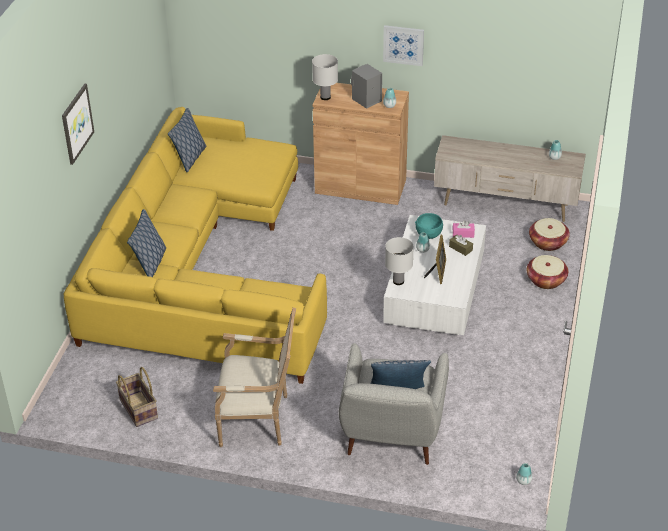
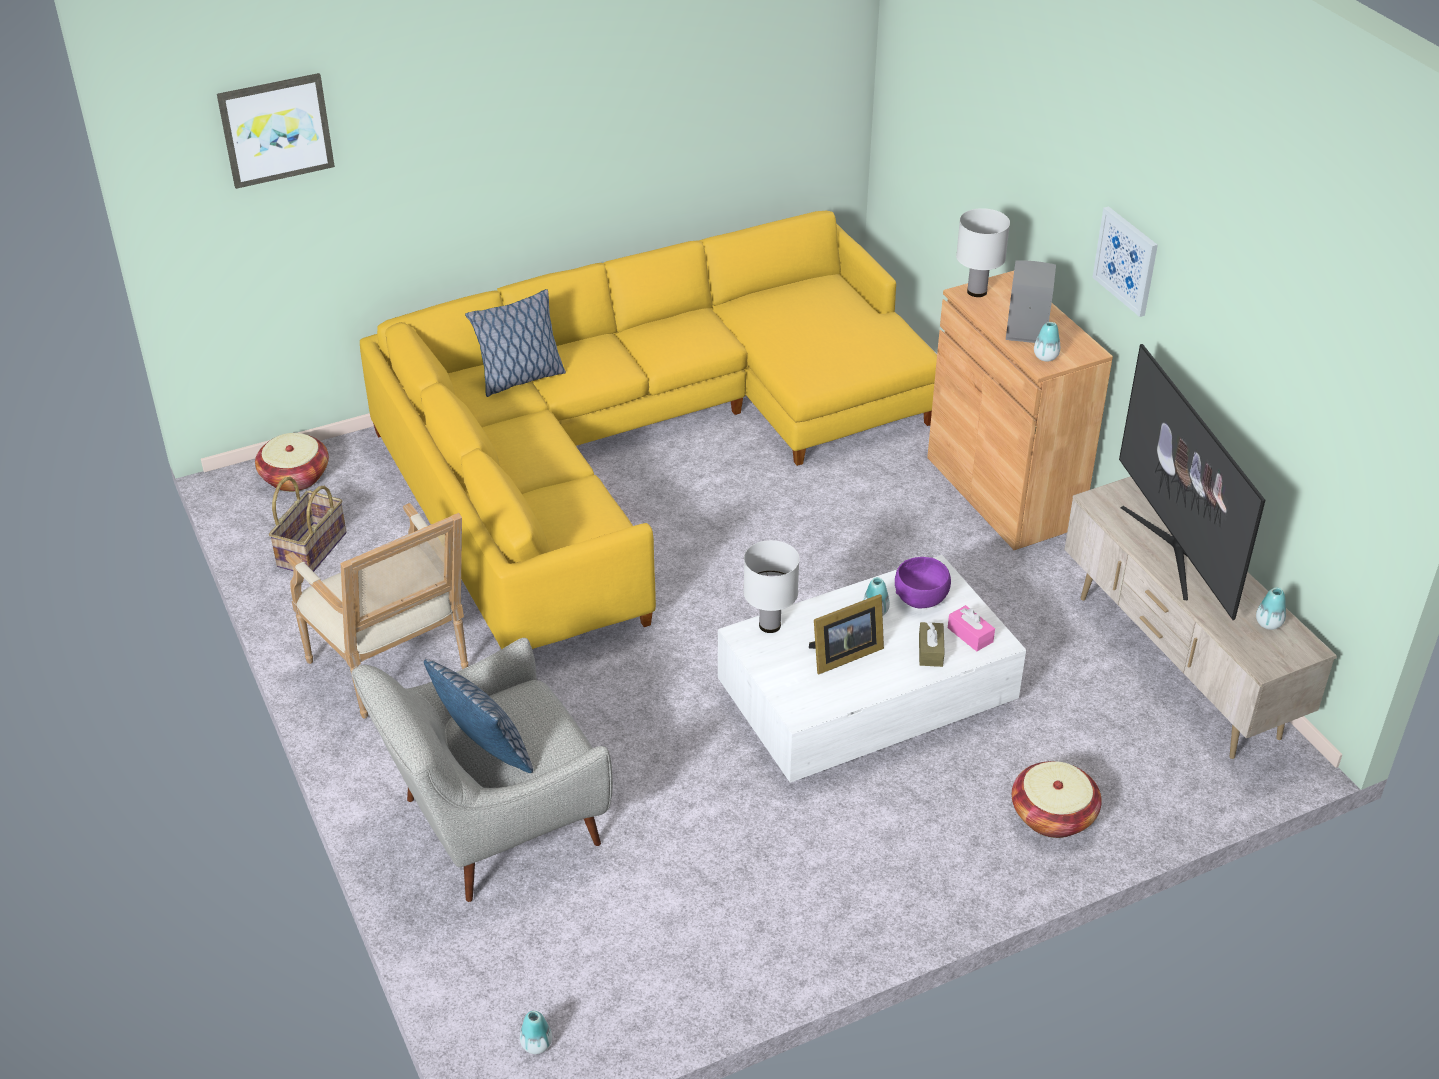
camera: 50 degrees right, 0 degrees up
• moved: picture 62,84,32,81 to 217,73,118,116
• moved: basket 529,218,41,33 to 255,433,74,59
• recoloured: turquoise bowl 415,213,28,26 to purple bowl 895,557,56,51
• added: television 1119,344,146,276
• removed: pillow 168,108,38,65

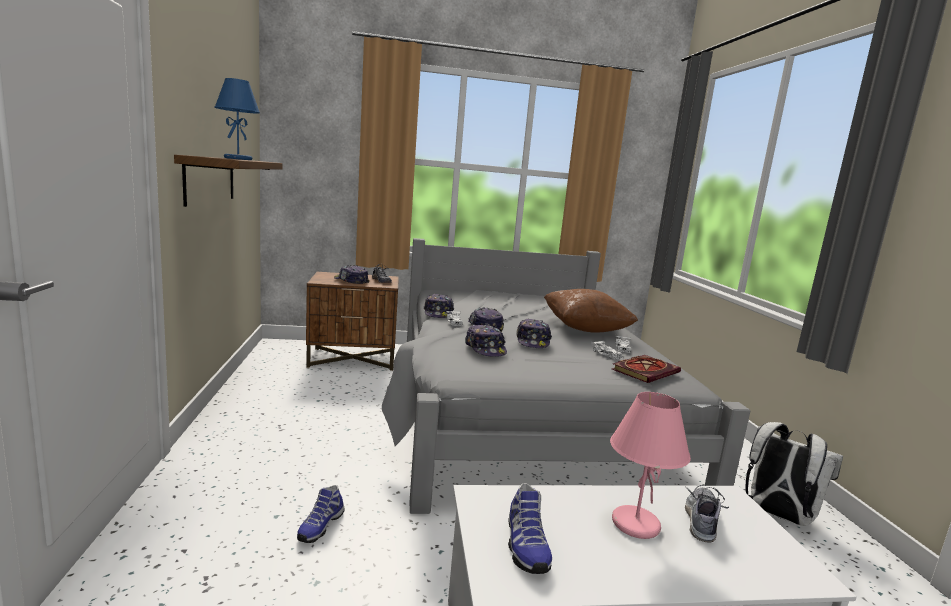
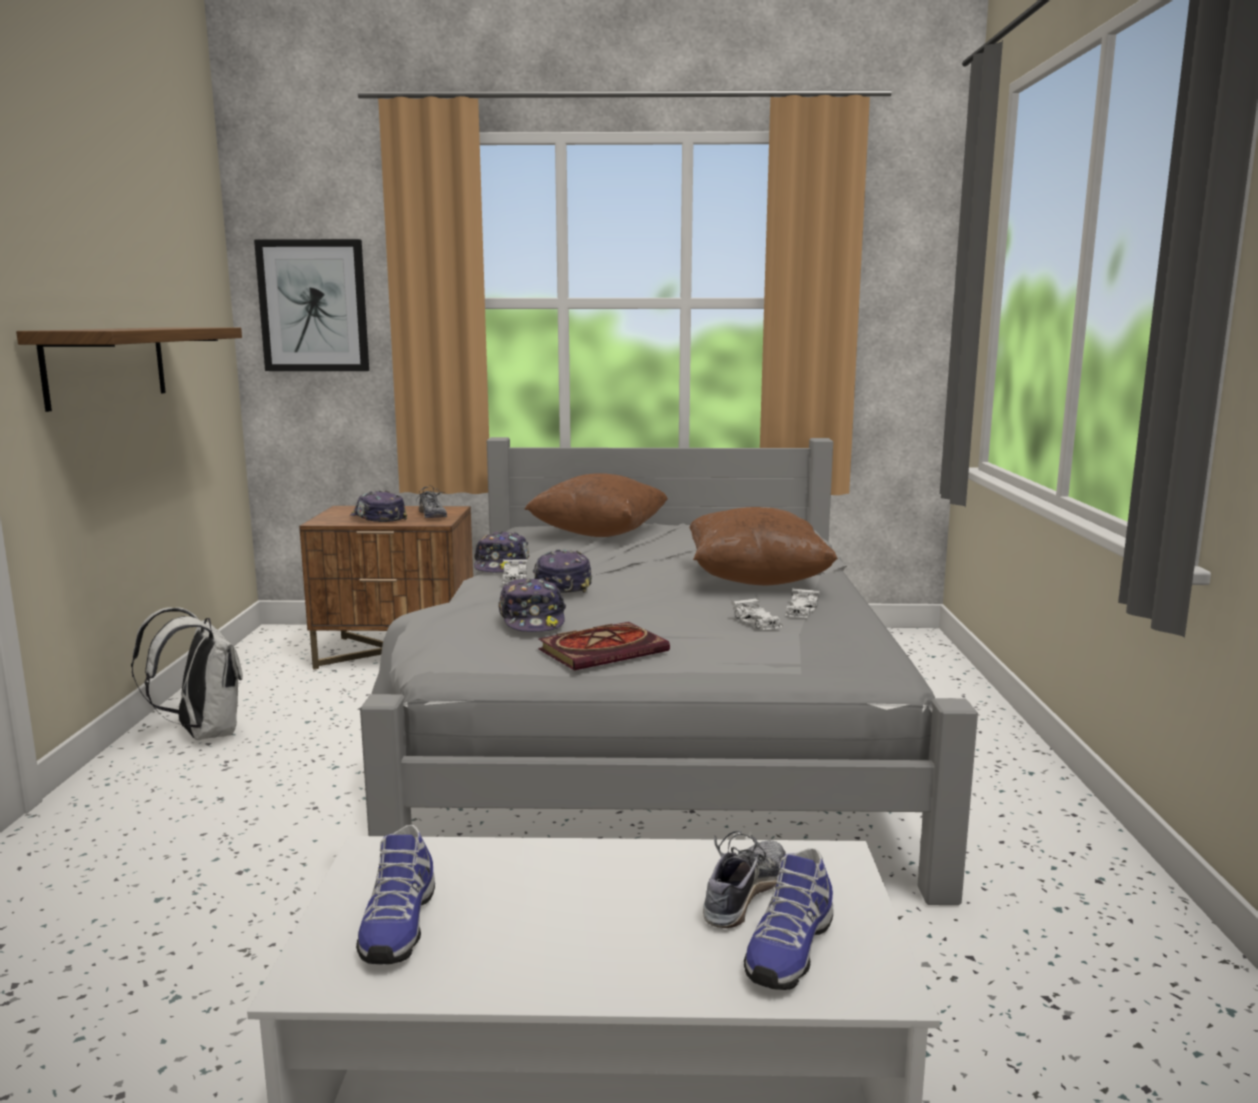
camera: 10 degrees right, 0 degrees up
• moved: white backpack 745,422,98,104 to 131,607,112,133
• added: picture 254,239,115,132
• added: brown pillow 524,473,144,64
• moved: book 612,355,69,28 to 538,622,132,48
• moved: shoe 297,485,48,58 to 744,848,89,142
• removed: blue table lamp 214,78,46,82
• removed: cap 517,319,35,29
• removed: pink table lamp 610,392,81,147

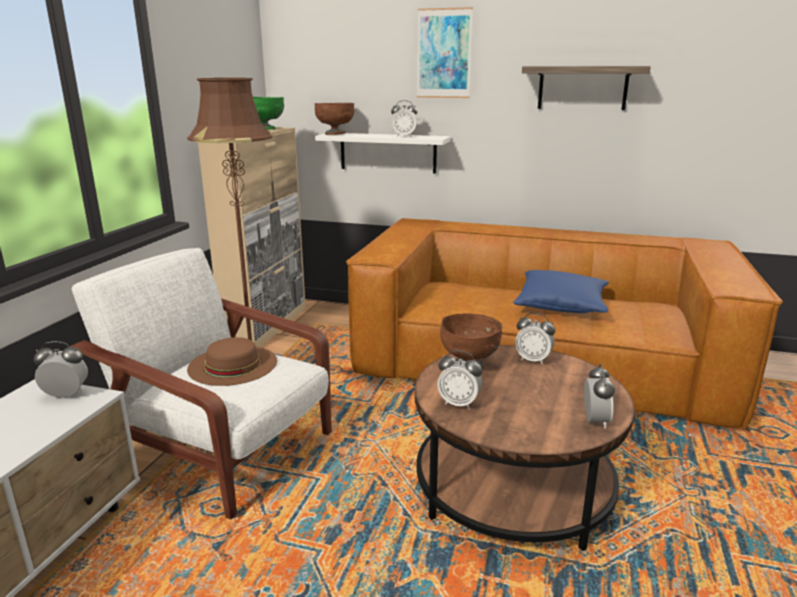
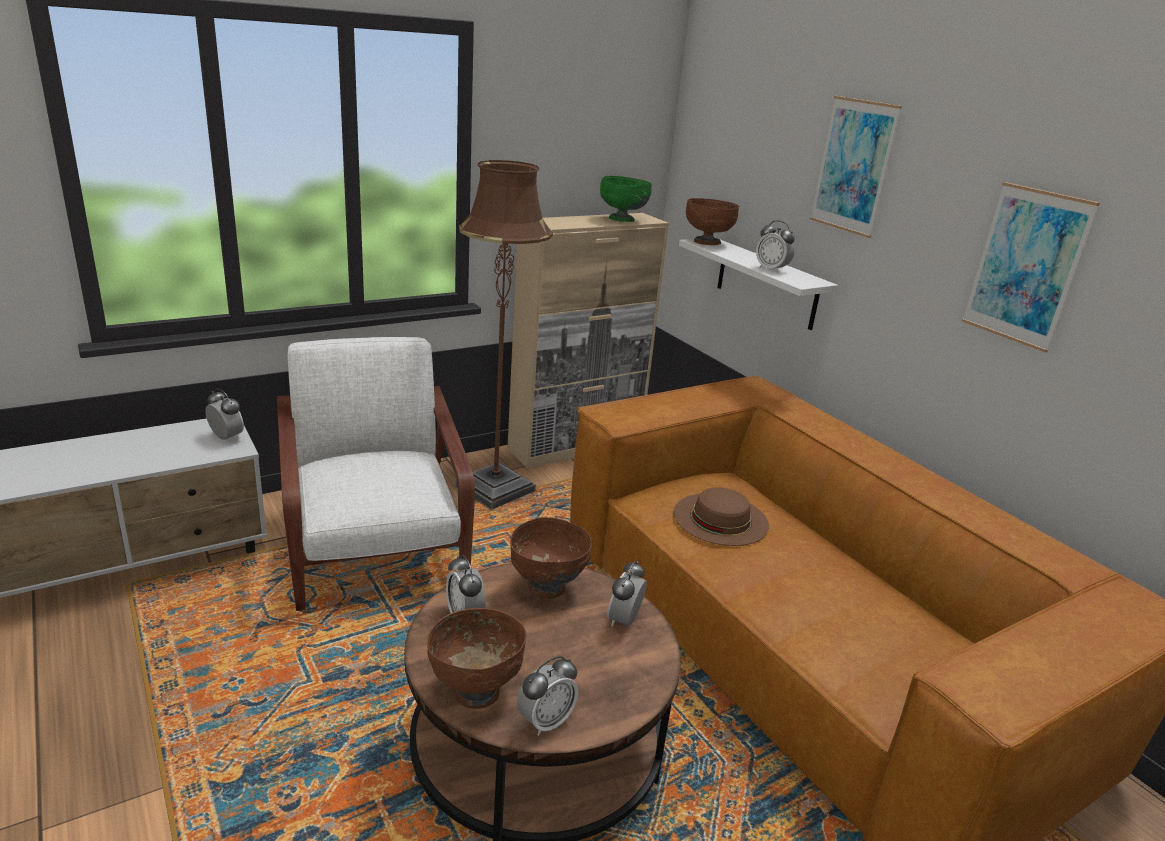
camera: 40 degrees right, 5 degrees up
• added: brown bowl 427,608,100,101
• turned: alarm clock 515,313,40,52 = 607,561,40,66 45 degrees clockwise
• moved: brown hat 187,337,90,49 to 674,487,95,59
• replaced: shelf 522,66,129,44 to picture 962,182,138,171
• removed: blue pillow 513,270,96,43

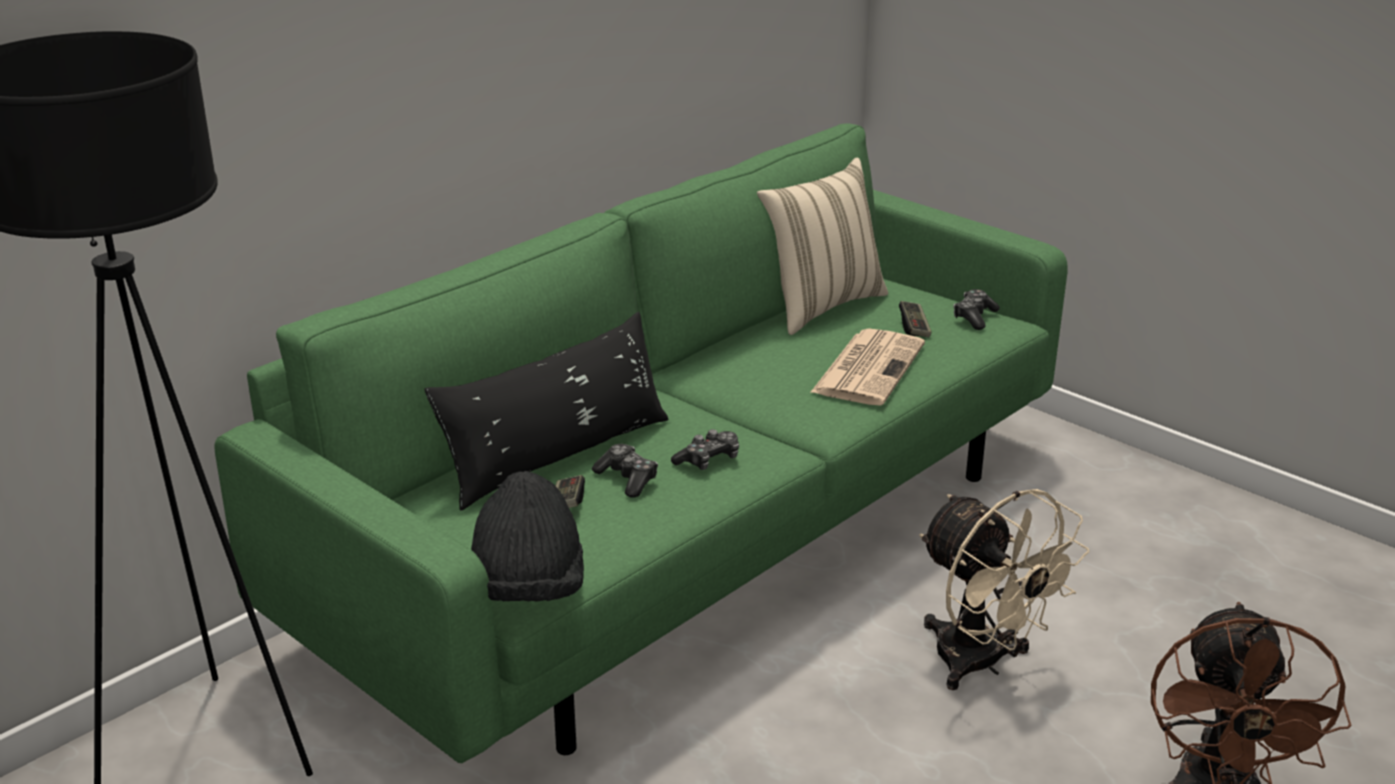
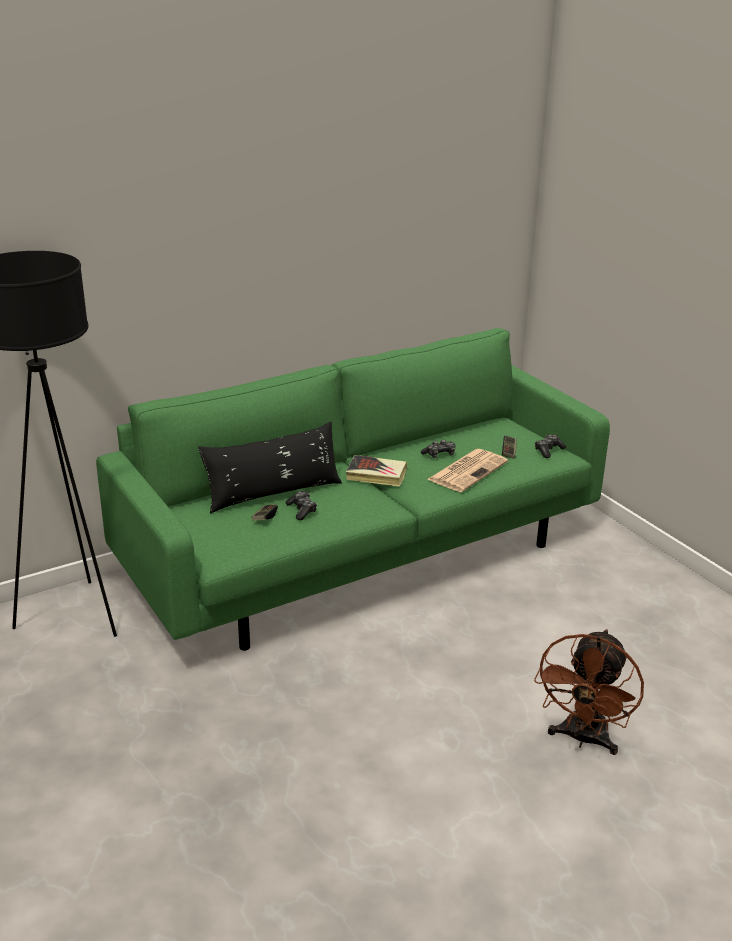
camera: 15 degrees right, 0 degrees up
• added: book 346,455,61,32
• moved: game controller 671,429,68,41 to 421,440,34,18
• removed: black hat 471,471,113,131
• removed: beige pillow 757,158,131,177
• removed: beige fan 919,489,170,201

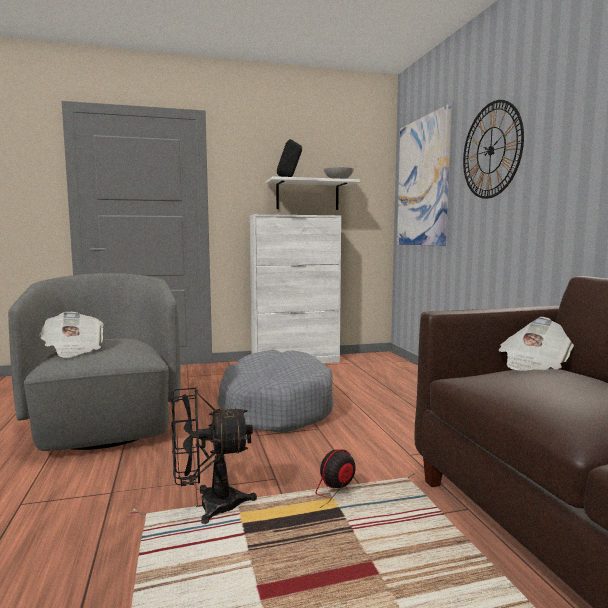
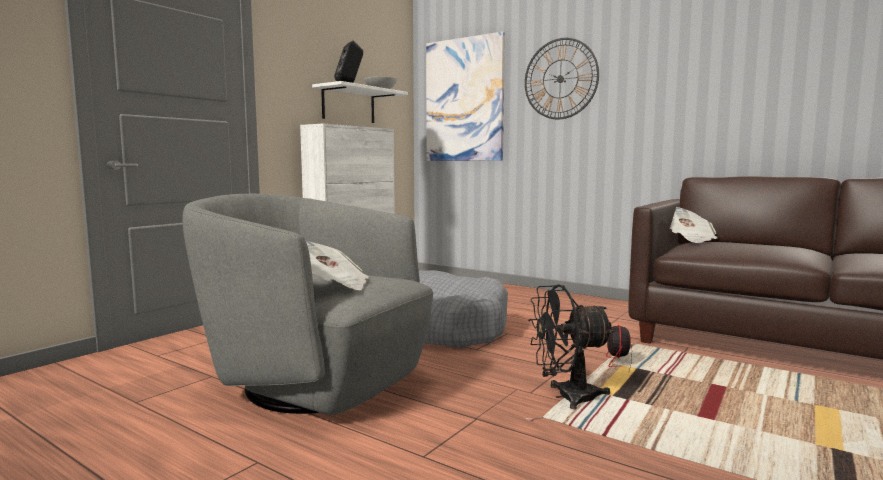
camera: 40 degrees left, 0 degrees up
• turned: black fan 171,387,86,137 = 528,284,86,125 45 degrees clockwise

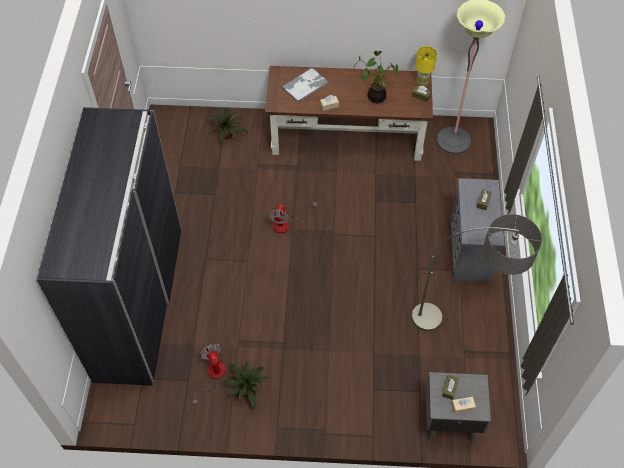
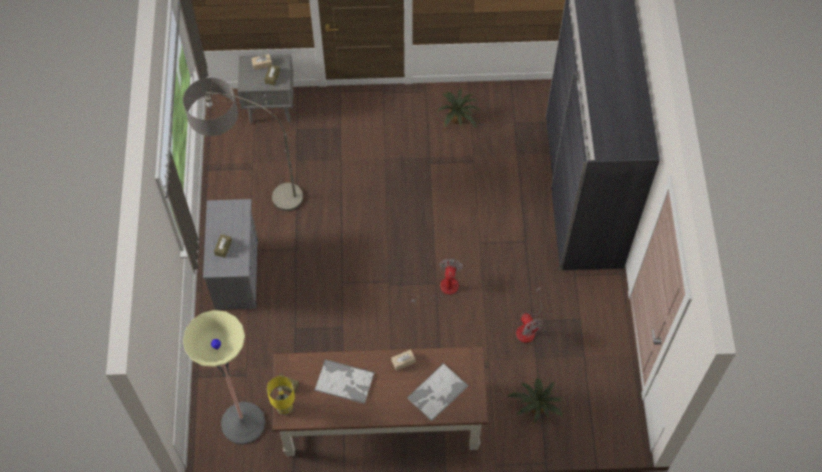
camera: 175 degrees right, 5 degrees up
• replaced: potted plant 354,51,44,52 to tray 314,359,61,45
• moved: fan 193,343,33,61 to 516,287,27,56

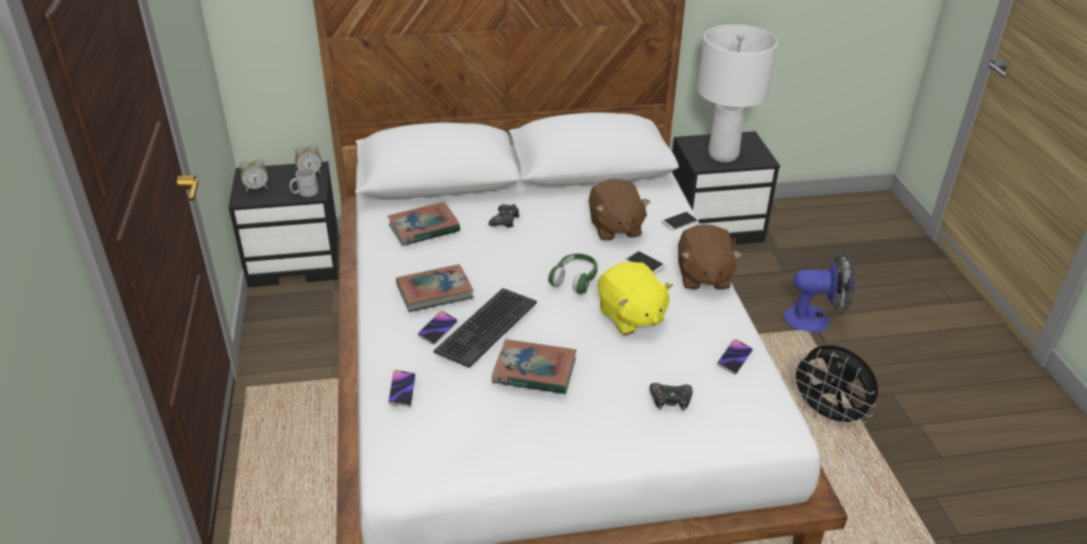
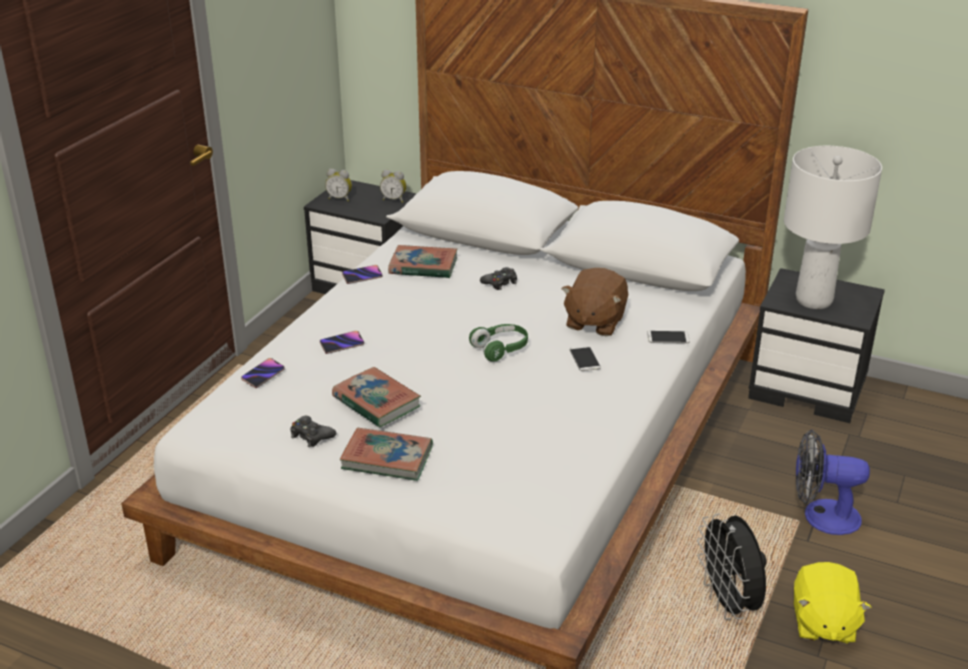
camera: 35 degrees right, 5 degrees down
• moved: black game controller 650,383,42,28 to 290,416,46,31
• moved: book 396,264,78,48 to 340,428,93,53
• moved: phone 718,339,35,35 to 342,265,41,19
• moved: yellow plush toy 598,262,75,73 to 794,562,78,82
• turned: fan 784,253,71,80 = 796,429,74,106 150 degrees clockwise
• removed: white mug 289,168,29,29
• removed: keyboard 434,288,103,80
• removed: brown plush toy 678,224,64,66

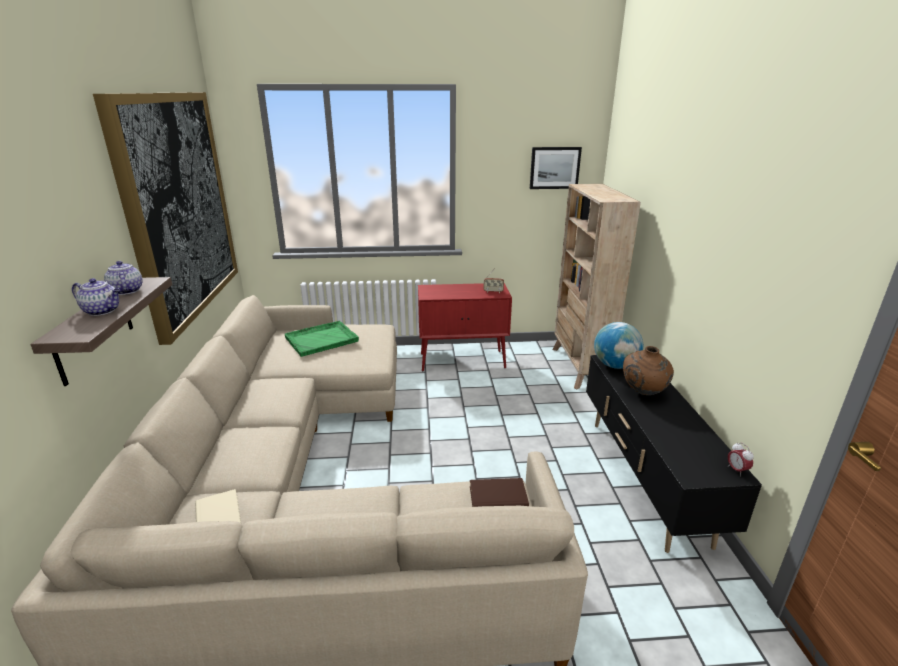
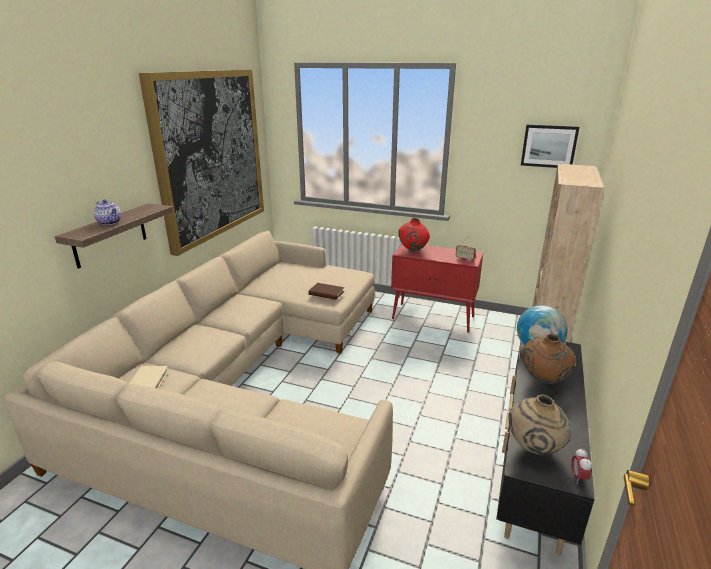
camera: 25 degrees right, 0 degrees up
• moved: brown book 470,478,59,29 to 308,283,36,17
• added: red vase 398,218,32,33
• added: beige vase 509,395,62,60
• removed: teapot 104,261,38,34
• removed: green tray 285,321,74,36

